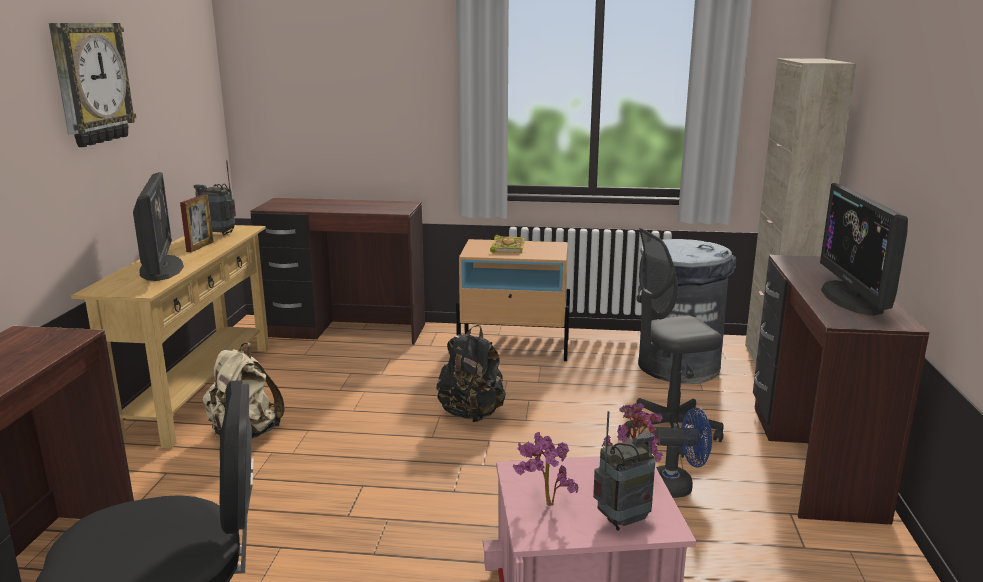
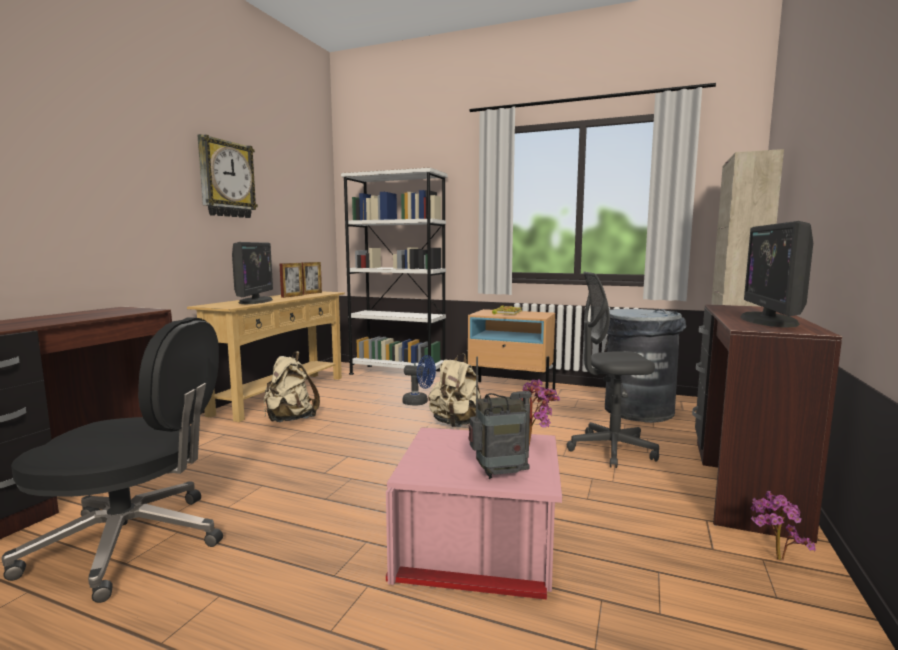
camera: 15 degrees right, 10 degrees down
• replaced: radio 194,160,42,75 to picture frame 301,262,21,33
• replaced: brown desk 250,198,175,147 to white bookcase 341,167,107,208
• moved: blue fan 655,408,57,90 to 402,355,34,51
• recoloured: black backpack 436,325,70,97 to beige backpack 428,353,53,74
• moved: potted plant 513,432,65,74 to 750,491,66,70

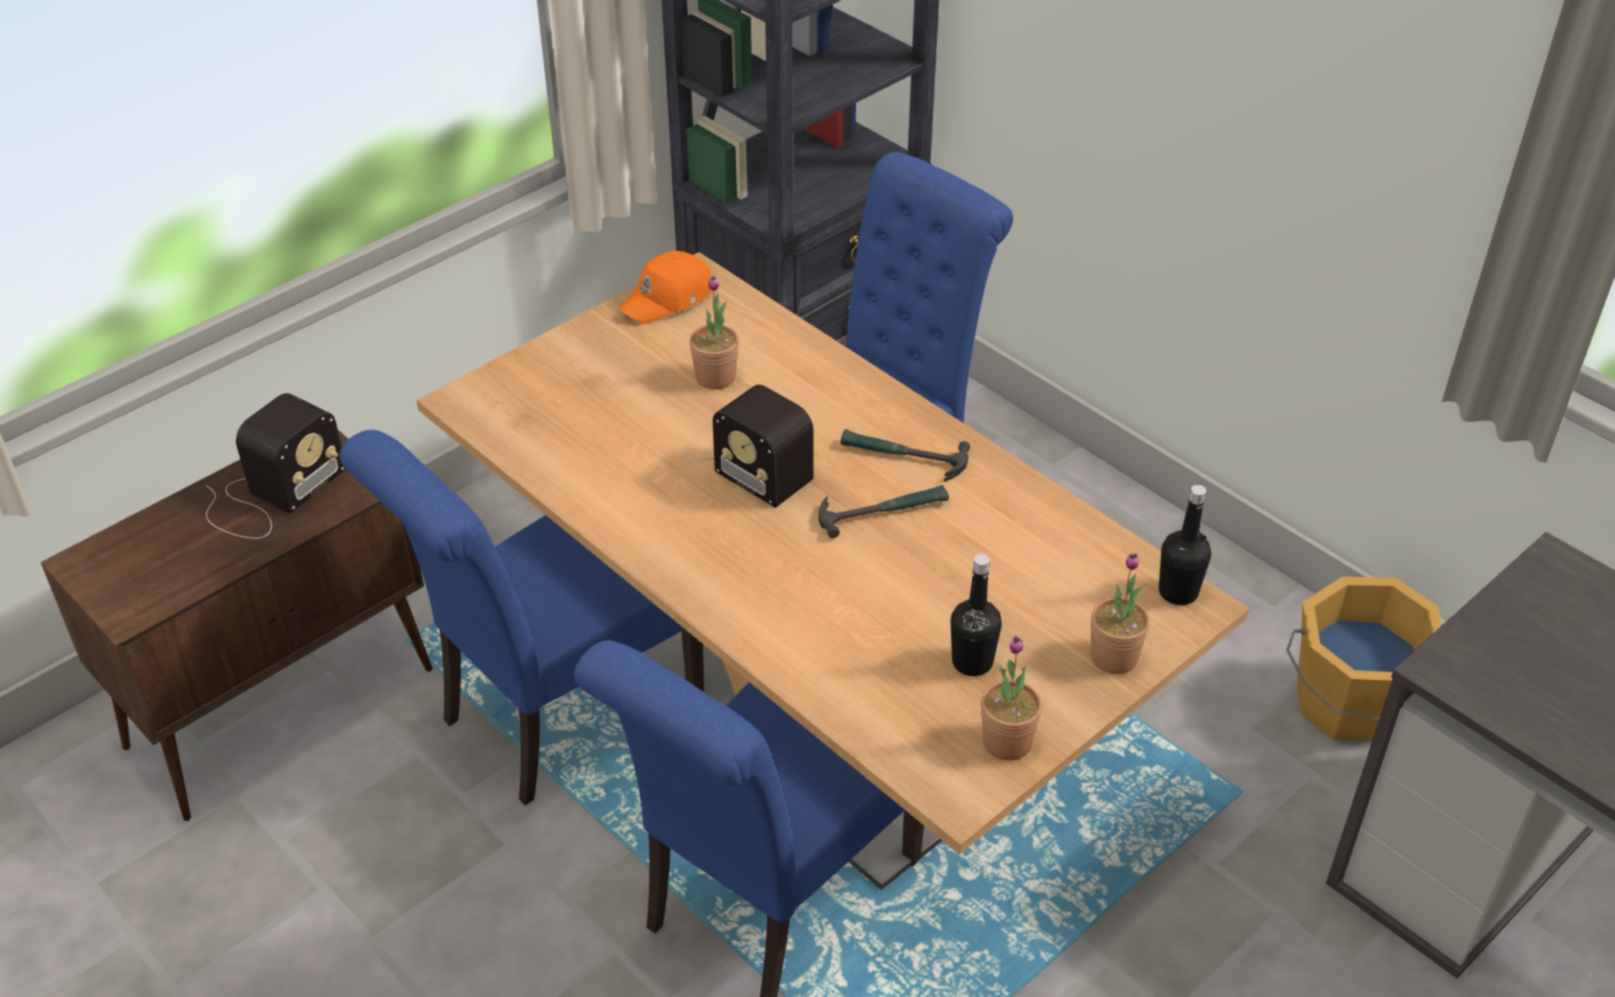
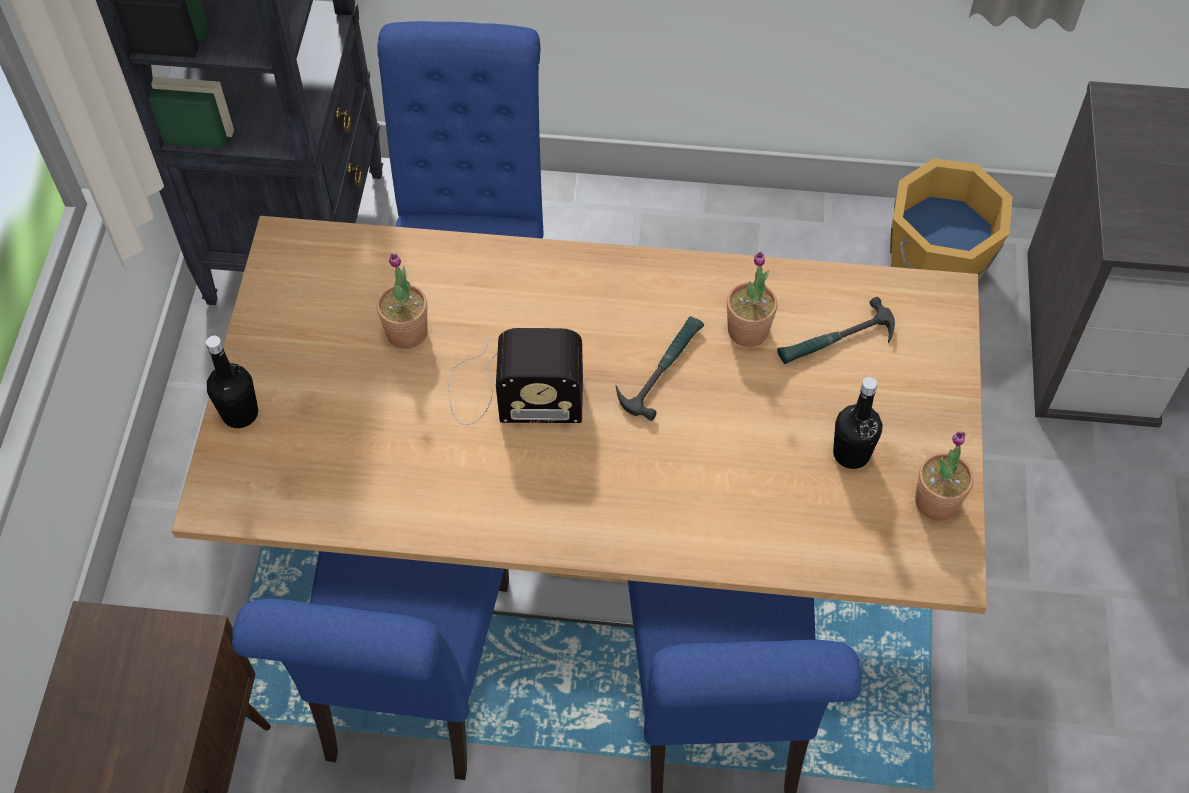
camera: 40 degrees left, 15 degrees up
• moved: black bottle 1159,485,52,120 to 206,335,52,93
• moved: potted plant 1090,553,60,121 to 726,251,51,96
• moved: hammer 841,429,129,53 to 777,297,118,67
• removed: radio 206,393,140,146
• removed: orange cap 619,251,94,73

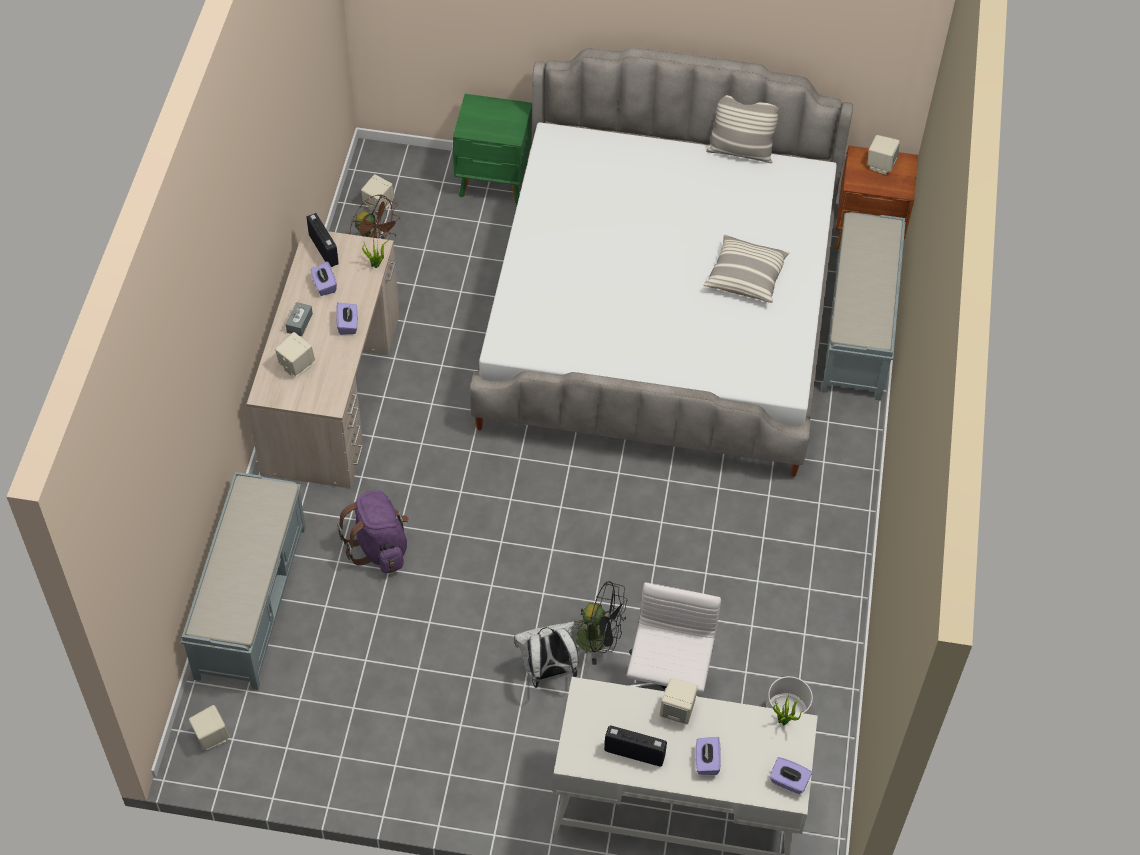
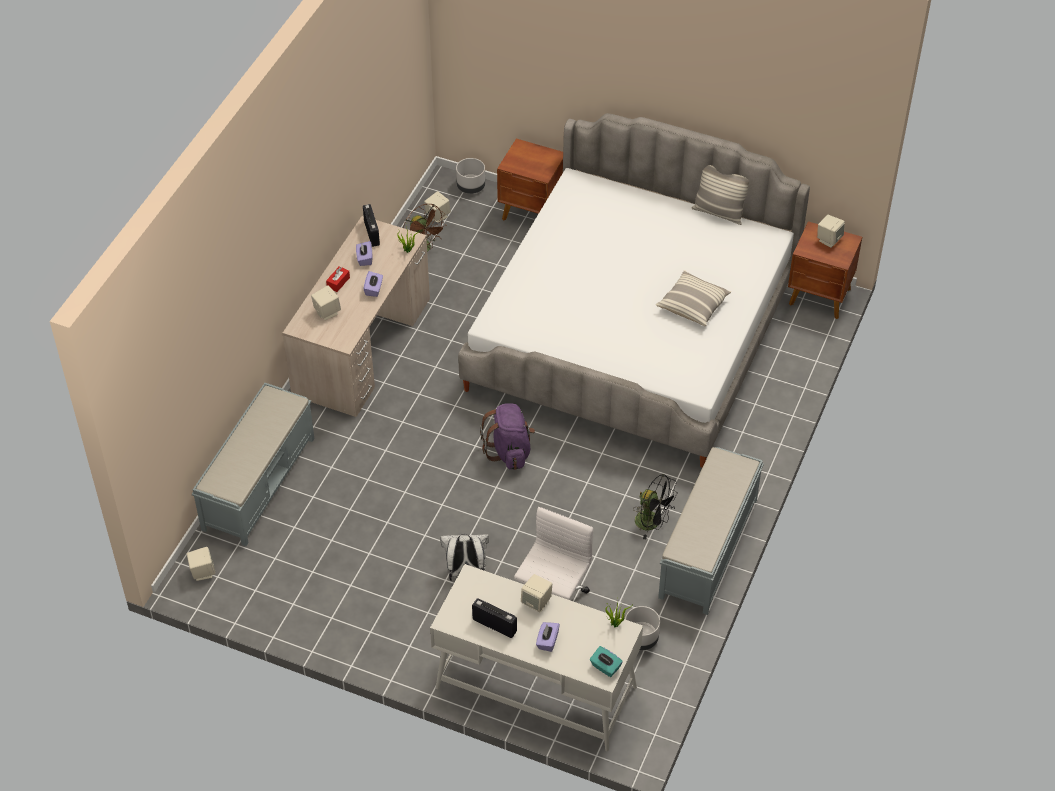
camera: 15 degrees right, 5 degrees down
• recoloured: grey tissue box 286,302,27,34 to red tissue box 326,266,24,26
• added: grey planter 456,158,29,36
• moved: purple backpack 337,490,72,83 to 480,403,55,67
• recoloured: green nightstand 453,94,79,110 to brown nightstand 497,139,66,81
• recoloured: purple tissue box 769,757,43,37 to turquoise tissue box 590,646,33,31
• moved: black fan 575,581,52,84 to 634,474,44,65
• moved: grey bench 821,212,84,188 to 658,447,106,168

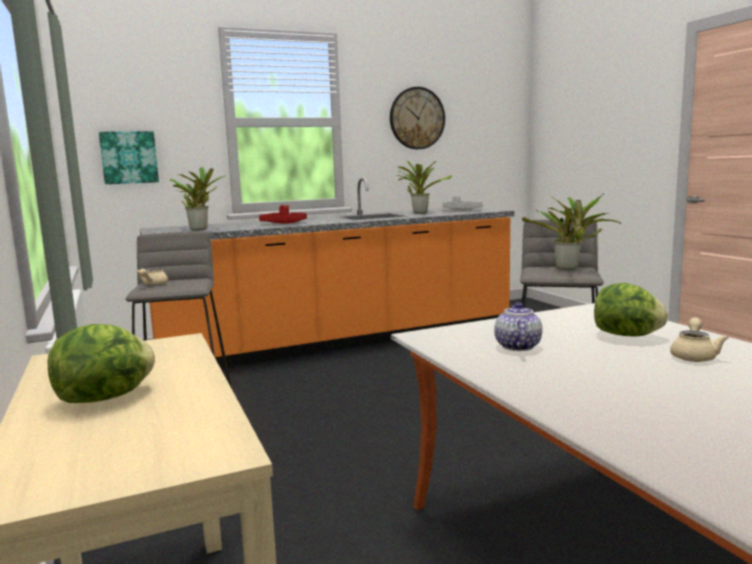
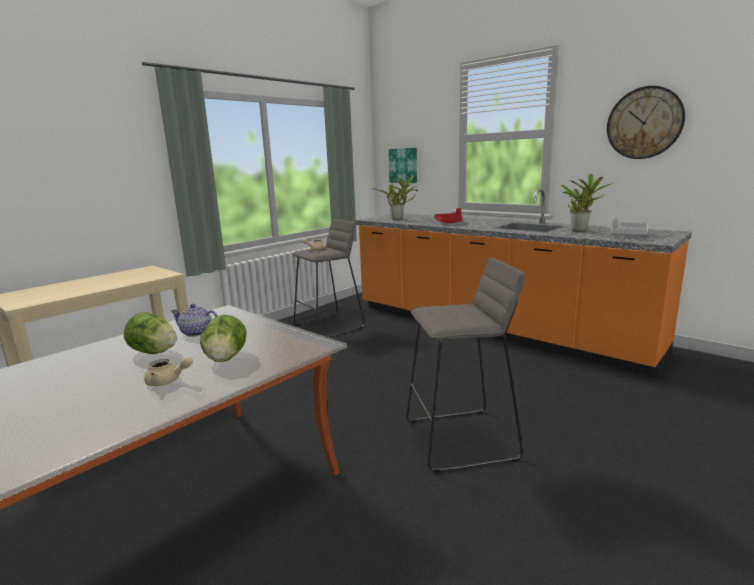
camera: 65 degrees right, 5 degrees up
• moved: lettuce 48,324,107,79 to 124,312,53,42
• turned: teapot 494,303,48,48 = 170,304,48,33 150 degrees counterclockwise
• removed: potted plant 522,193,99,77

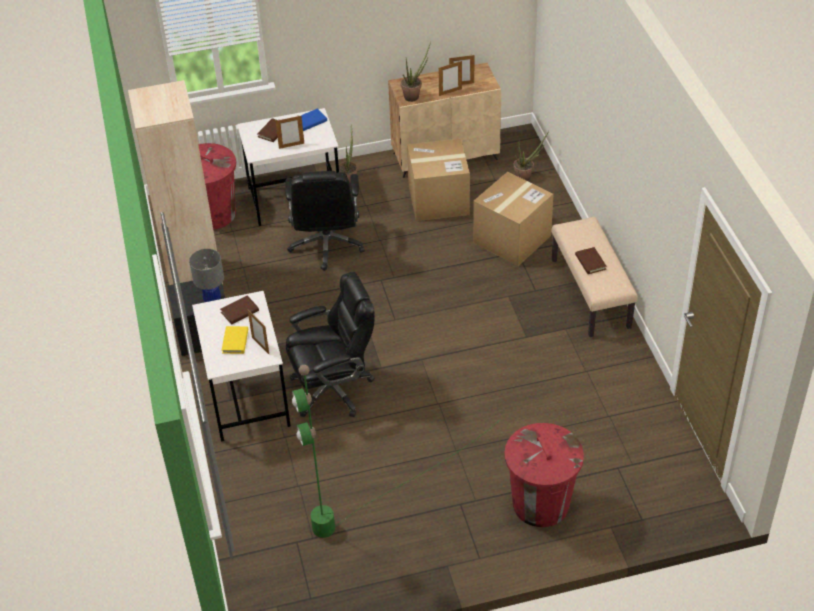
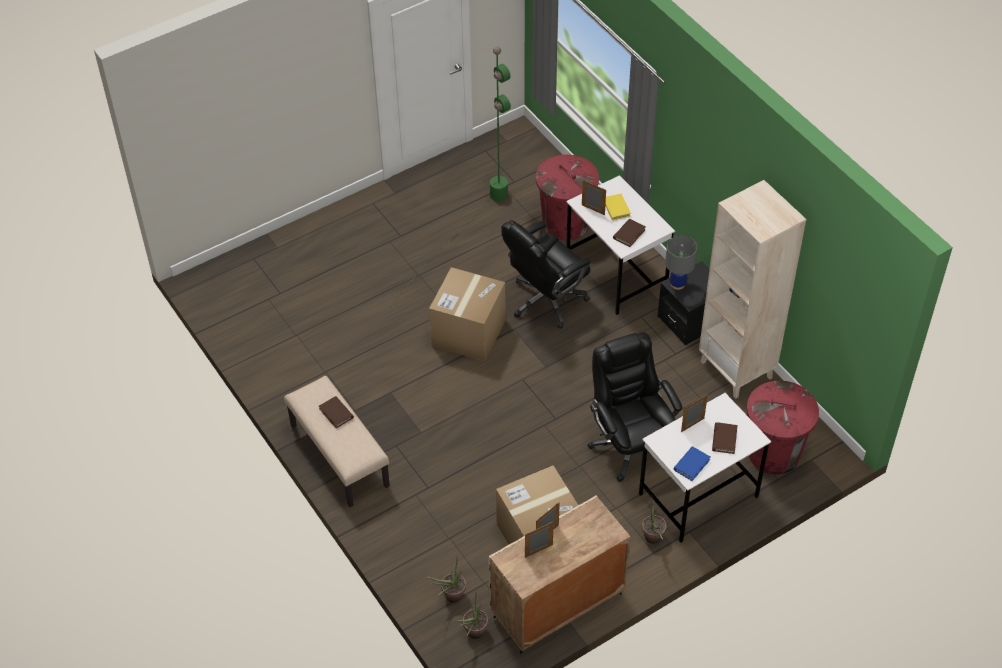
camera: 160 degrees right, 5 degrees up
• moved: cardboard box 473,172,81,94 to 429,267,77,94
• moved: potted plant 400,42,31,60 to 457,590,31,49
• moved: red trash can 504,423,80,104 to 536,154,63,86

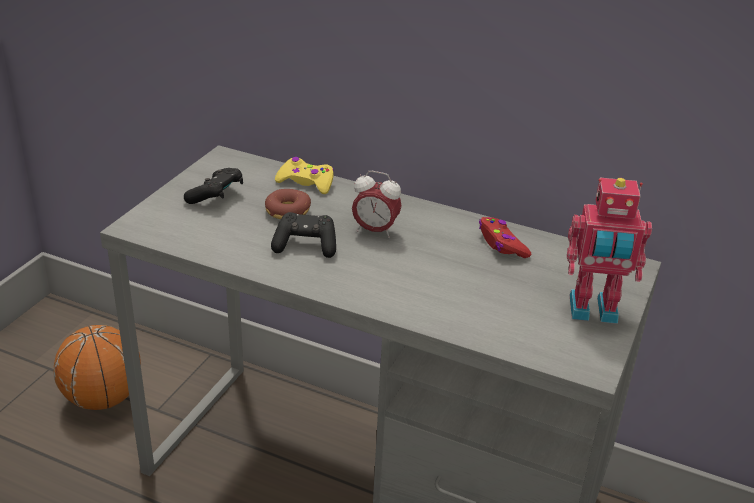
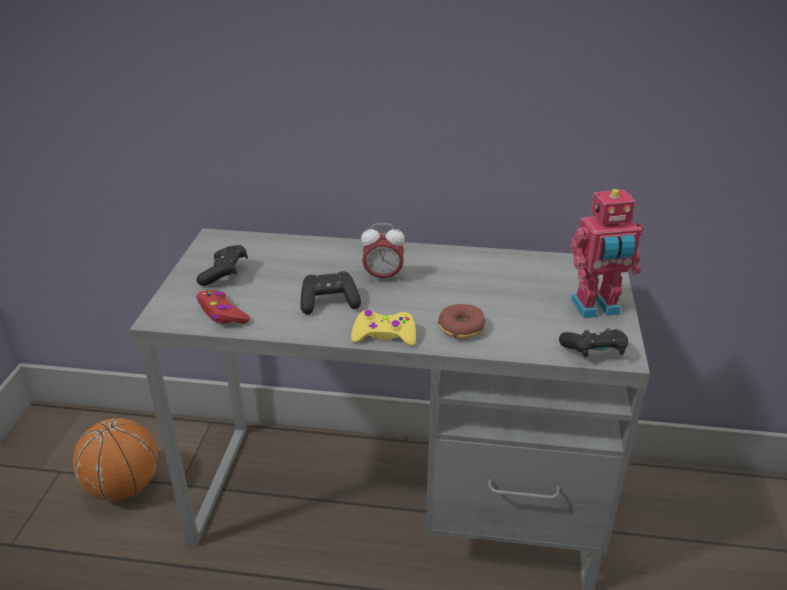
camera: 15 degrees left, 0 degrees up
• moved: red game controller 479,217,53,41 to 196,290,54,34
• moved: yellow game controller 275,157,59,37 to 351,310,65,36
• moved: donut 265,189,46,30 to 438,304,47,35
• added: black game controller 559,328,69,29

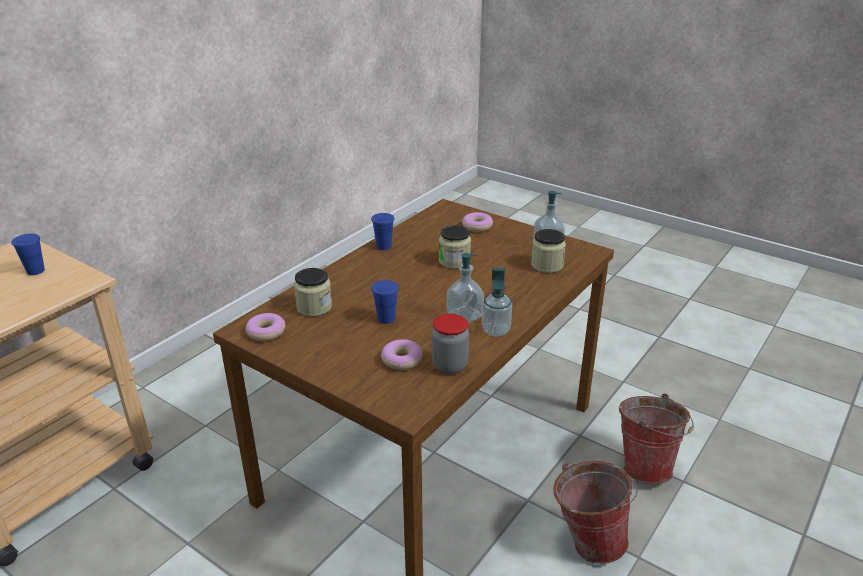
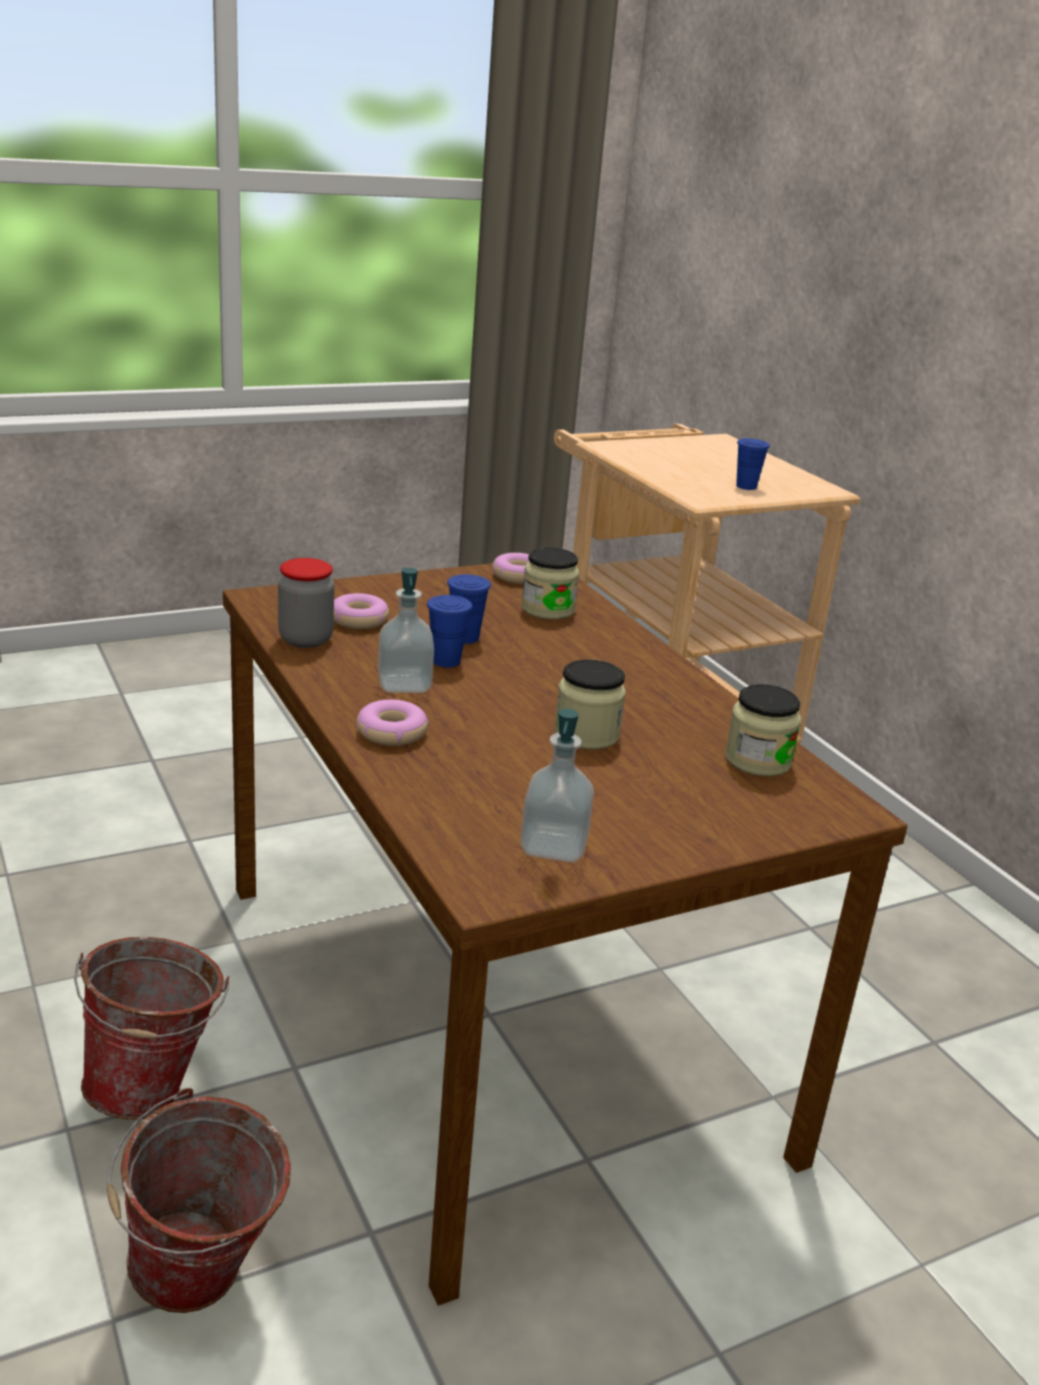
camera: 115 degrees right, 5 degrees down
• moved: donut 462,212,31,20 to 357,699,72,47
• moved: blue cup 371,213,24,37 to 427,595,45,73
• moved: jar 531,229,35,44 to 725,684,76,93
• removed: soap dispenser 482,268,30,69

